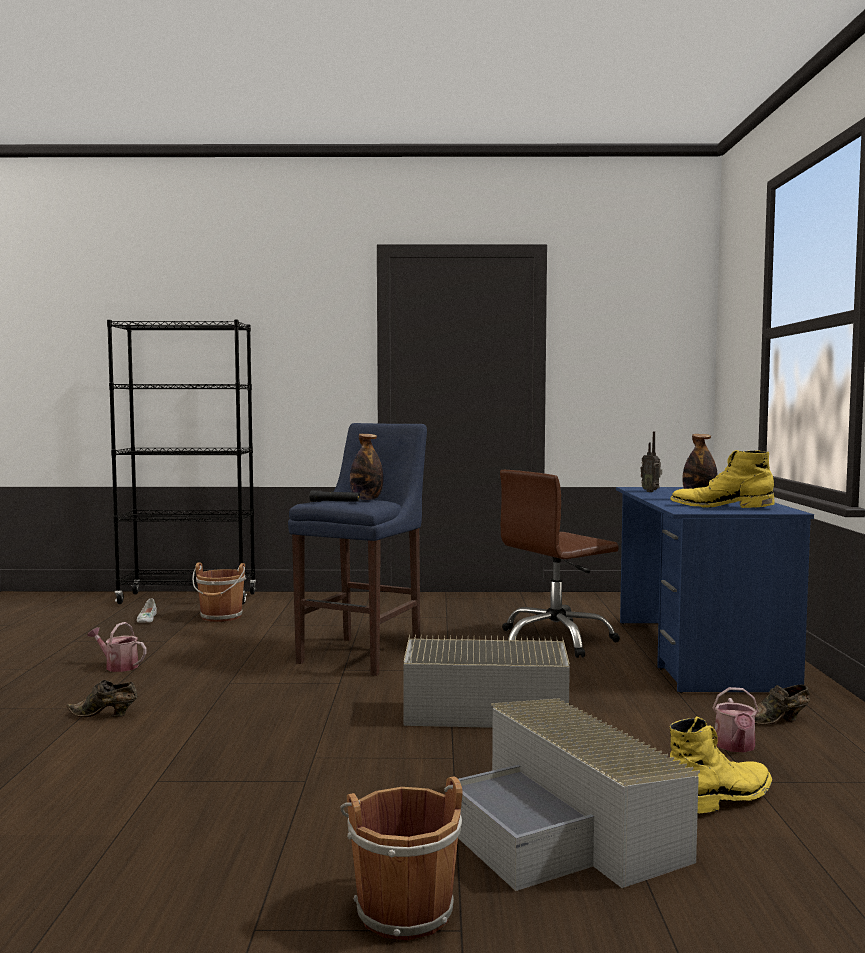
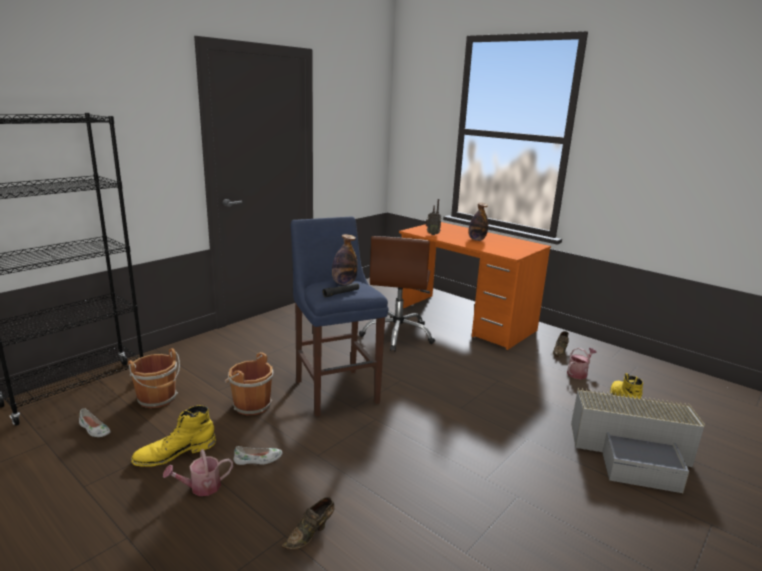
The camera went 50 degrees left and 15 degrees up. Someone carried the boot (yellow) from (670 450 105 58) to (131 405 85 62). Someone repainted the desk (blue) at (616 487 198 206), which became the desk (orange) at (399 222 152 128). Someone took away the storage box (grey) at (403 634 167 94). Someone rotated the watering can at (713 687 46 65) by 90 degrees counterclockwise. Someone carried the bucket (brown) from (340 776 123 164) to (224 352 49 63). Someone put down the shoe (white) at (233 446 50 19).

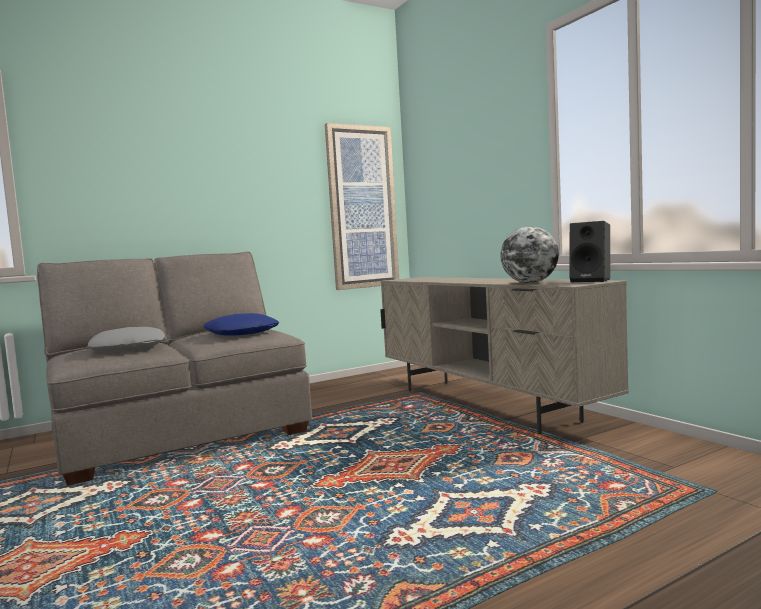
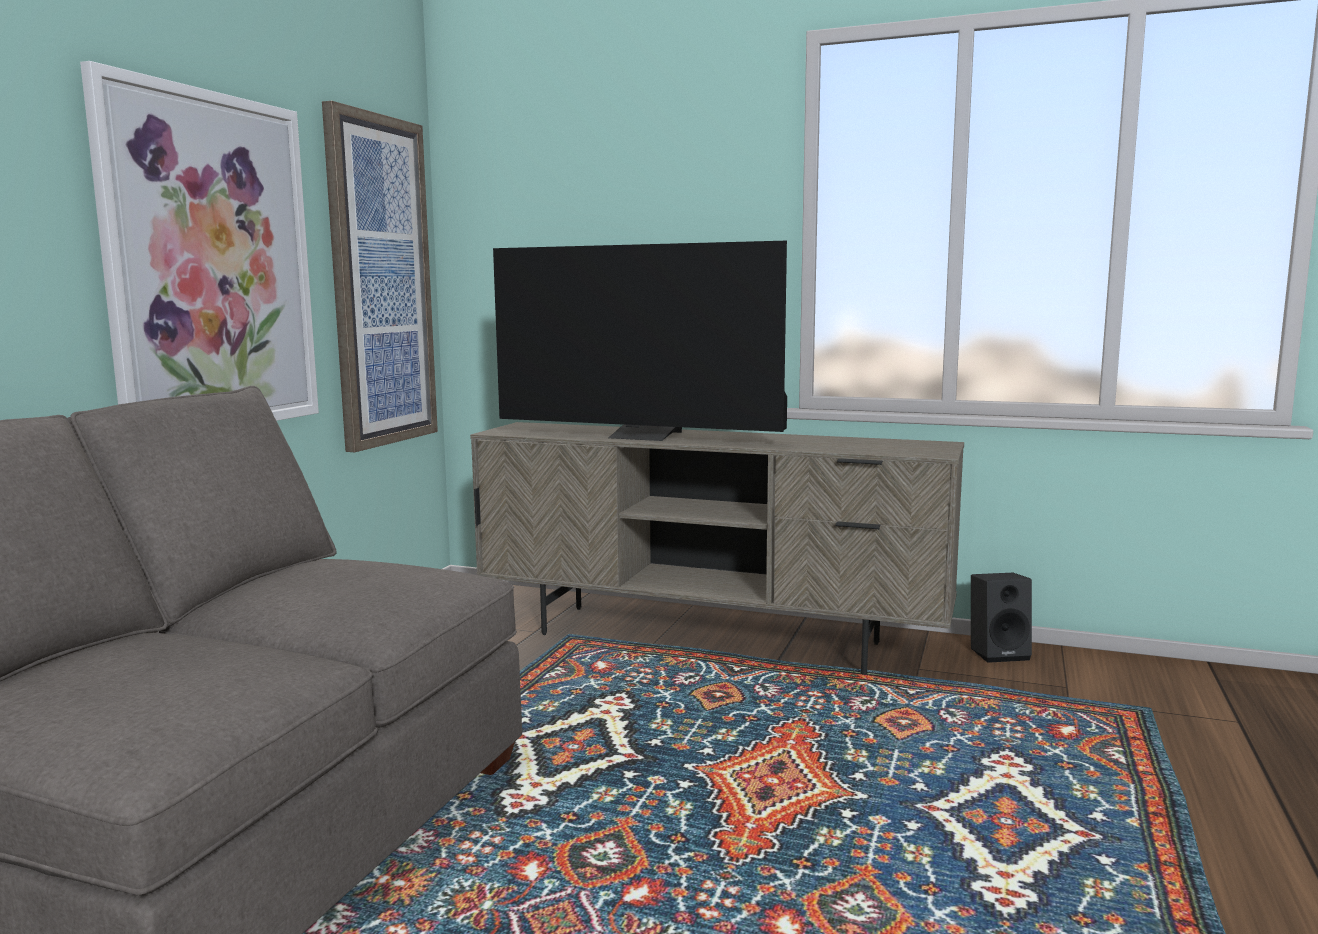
The camera went 40 degrees left and 5 degrees up. Someone carried the speaker (black) from (569 221 41 62) to (971 573 61 90). Someone took away the globe at (500 226 59 57). Someone took away the pillow (blue) at (203 313 76 23). Someone took away the pillow (grey) at (87 327 78 25). Someone put up the picture at (80 61 239 360). Someone put down the television at (493 241 294 200).

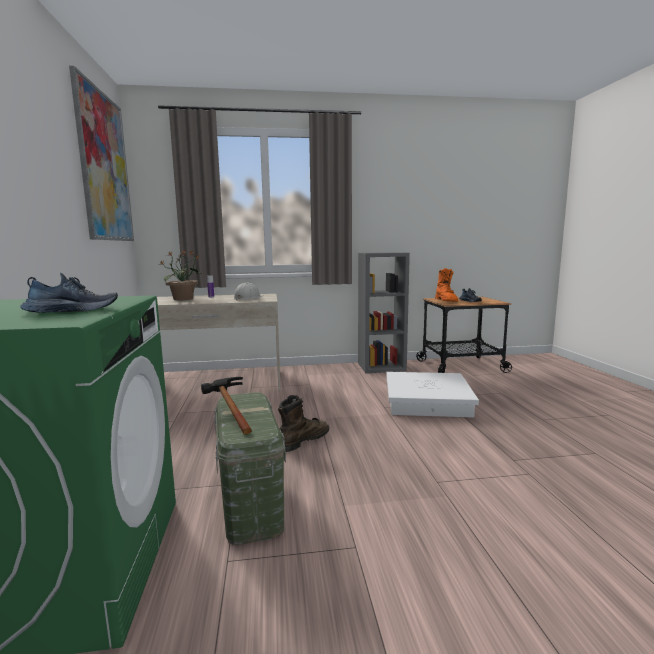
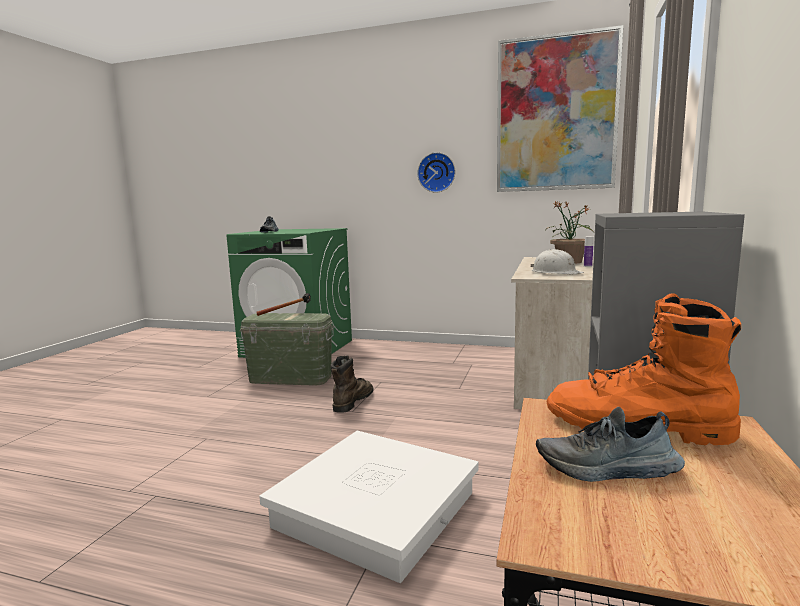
The camera went 115 degrees right and 0 degrees up. Someone rotated the boot (brown) at (278 395 51 57) by 135 degrees counterclockwise. Someone put up the wall clock at (417 152 38 41).

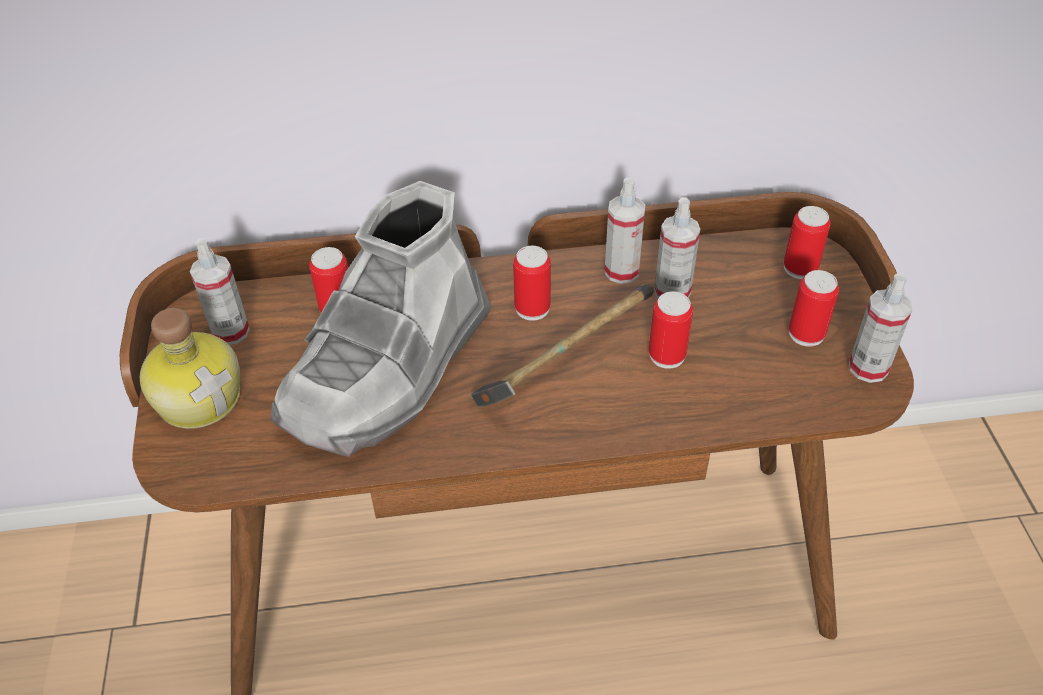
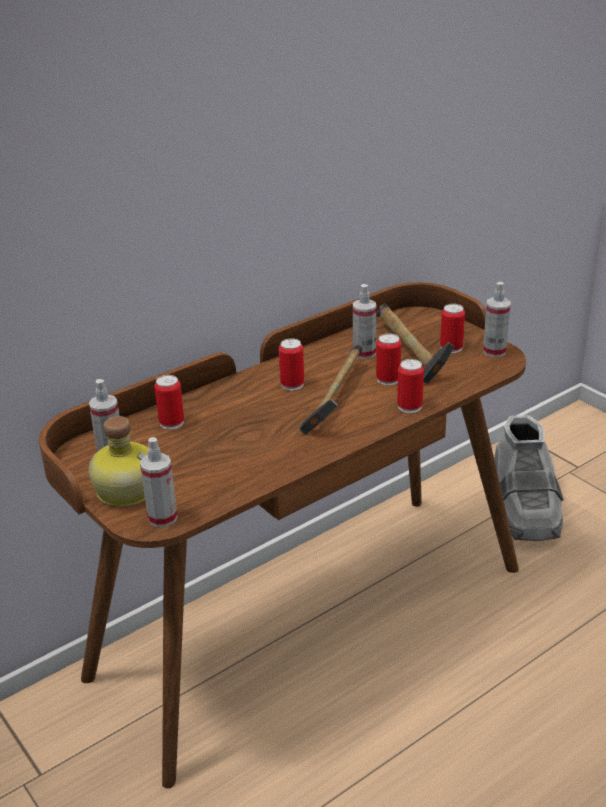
The camera went 30 degrees left and 15 degrees down. Someone carried the spray bottle from (604 177 41 107) to (140 437 38 90). Someone carried the boot (grey) from (271 181 220 276) to (494 415 70 126). Someone carried the can from (784 206 47 74) to (397 359 27 54). Someone put down the hammer at (377 304 78 80).

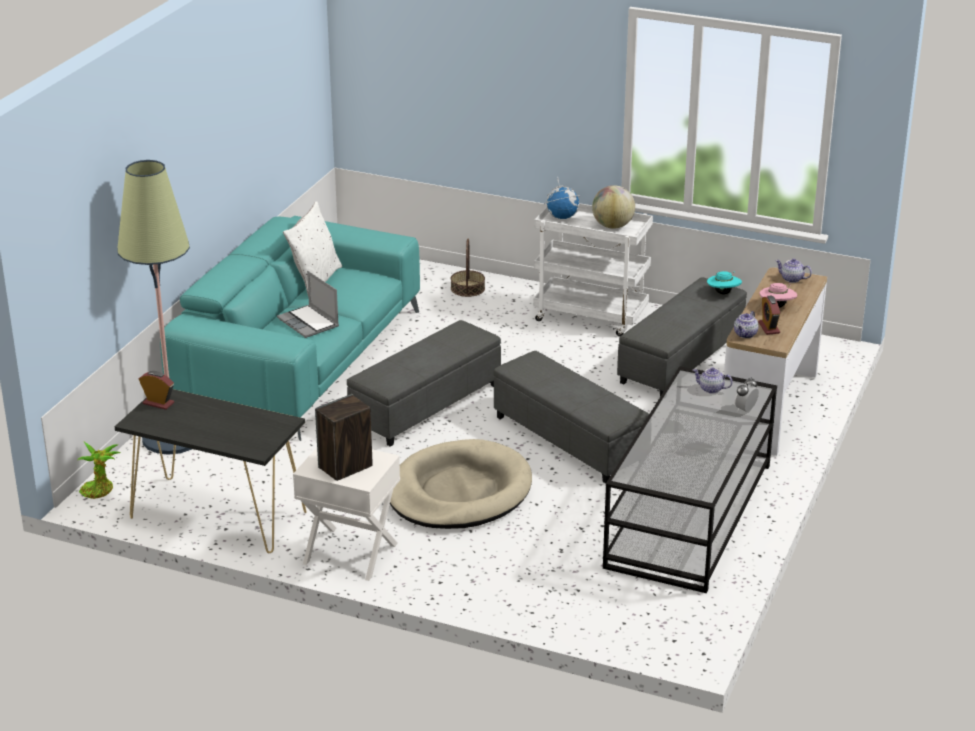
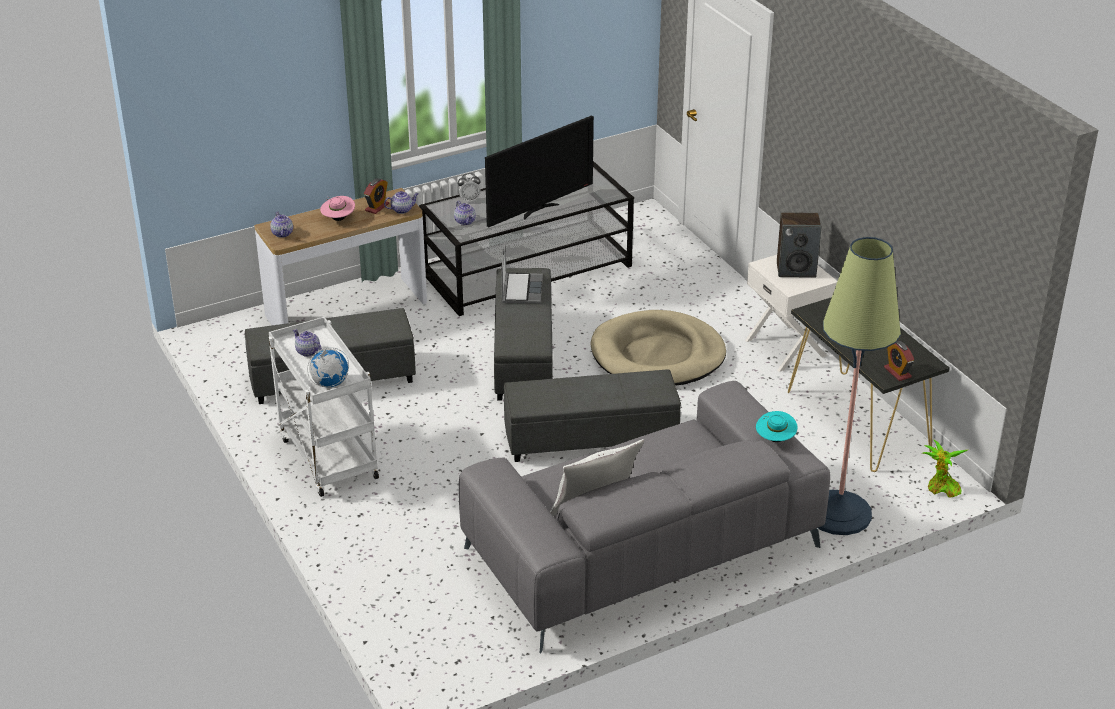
The camera went 140 degrees left and 5 degrees up. Someone swapped the globe at (592 185 43 44) for the teapot at (293 329 29 28). Someone repainted the sofa (turquoise) at (160 216 260 225), which became the sofa (grey) at (459 381 371 272). Someone took away the basket at (451 239 34 58). Someone carried the laptop from (277 271 62 67) to (501 241 42 63). Someone carried the hat (turquoise) from (707 271 35 24) to (756 411 41 31). Someone put down the television at (485 115 109 112).

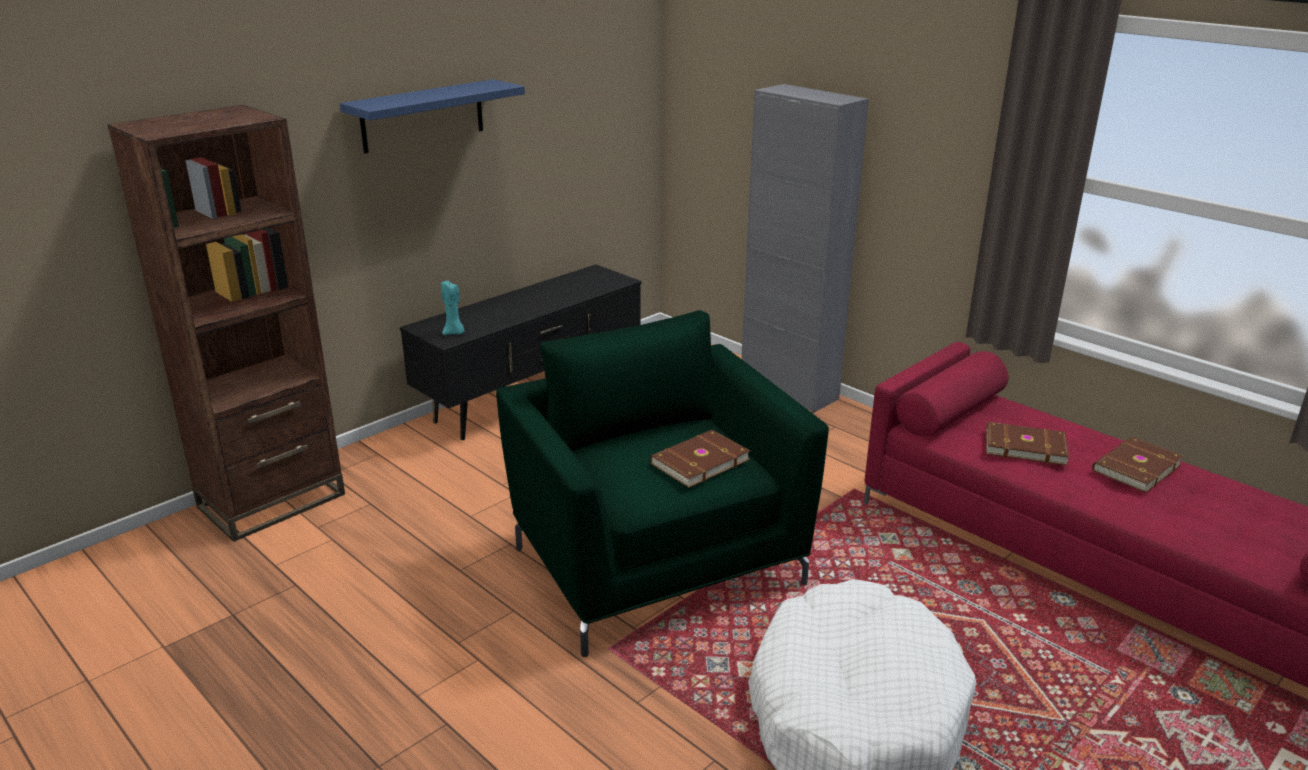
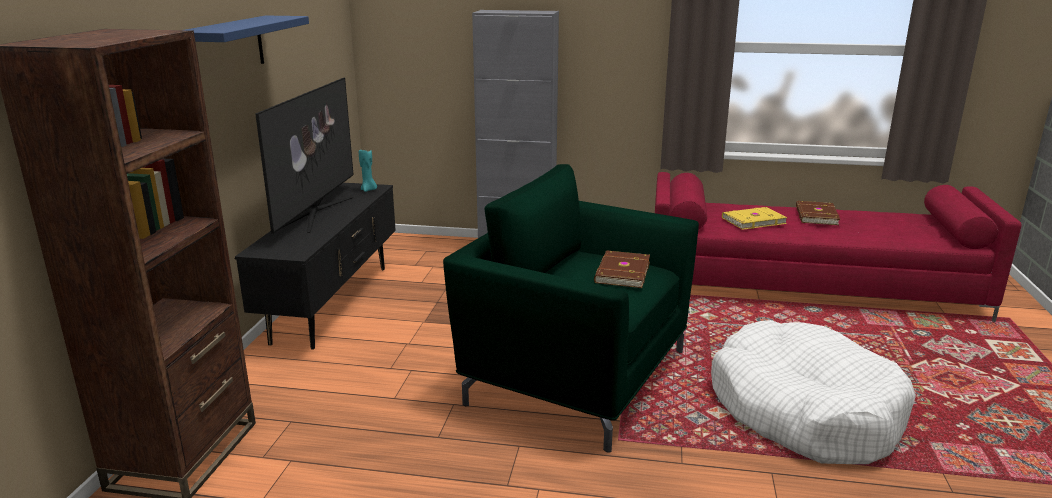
The camera went 35 degrees left and 5 degrees down. Someone carried the candle (turquoise) from (441 281 23 54) to (359 150 18 42). Someone repainted the book (brown) at (986 422 83 43), which became the book (yellow) at (722 207 66 23). Someone put down the television at (255 78 99 156).

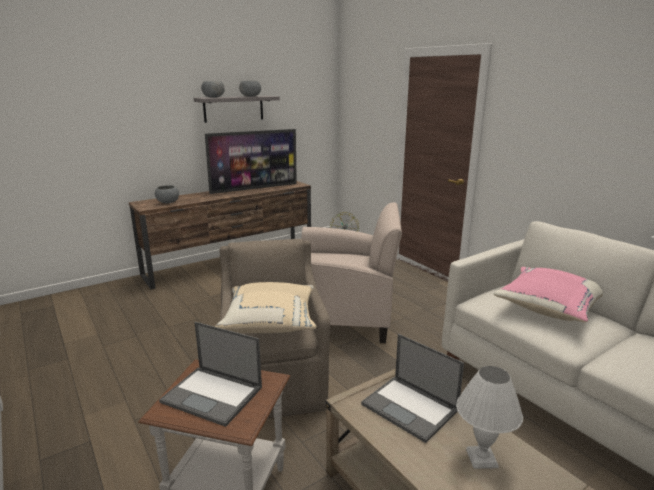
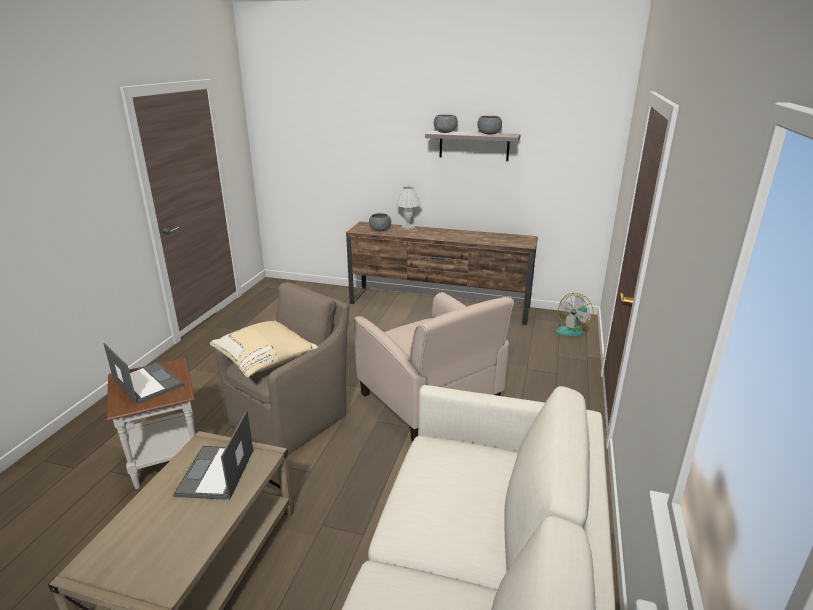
The camera went 50 degrees right and 5 degrees up. Someone took away the television at (205 129 92 65). Someone took away the pillow (pink) at (493 267 110 56). Someone rotated the laptop at (159 322 103 105) by 150 degrees clockwise. Someone carried the table lamp (white) from (456 366 67 103) to (396 186 25 44).

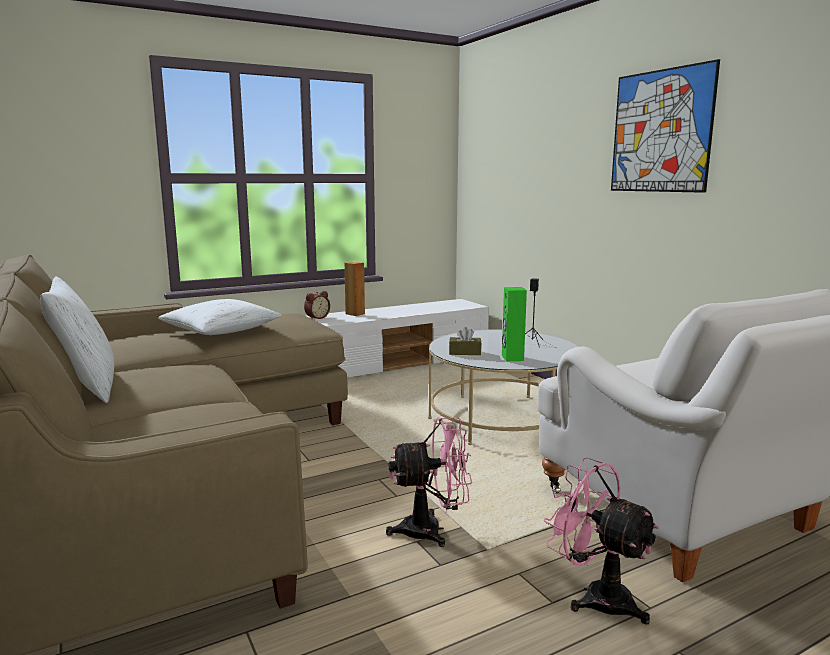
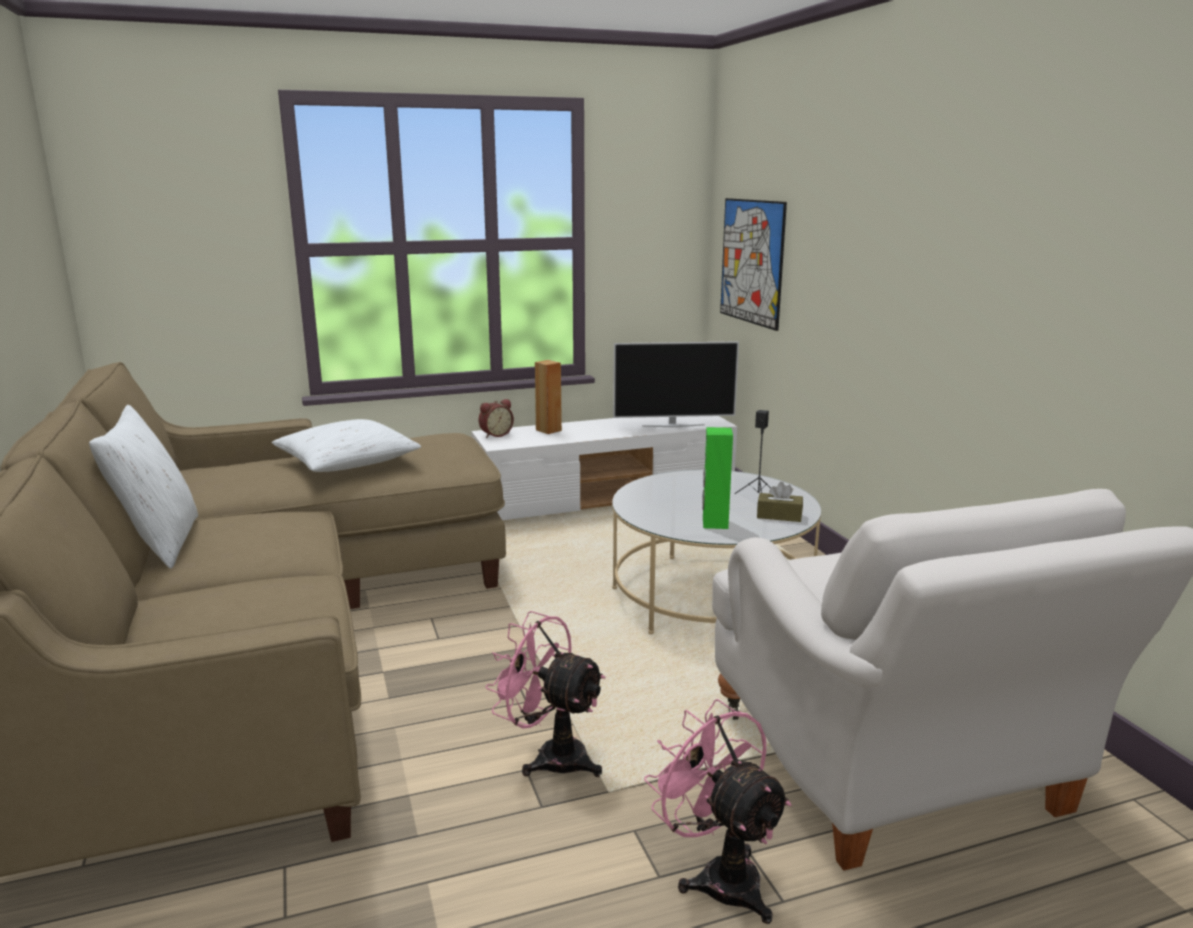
The camera went 10 degrees right and 5 degrees up. Someone carried the picture from (611 59 109 134) to (720 198 67 133). Someone carried the tissue box (brown) from (449 327 33 28) to (757 482 46 40). Someone rotated the fan (pink) at (386 417 86 130) by 150 degrees counterclockwise. Someone put down the television at (613 341 126 86).

